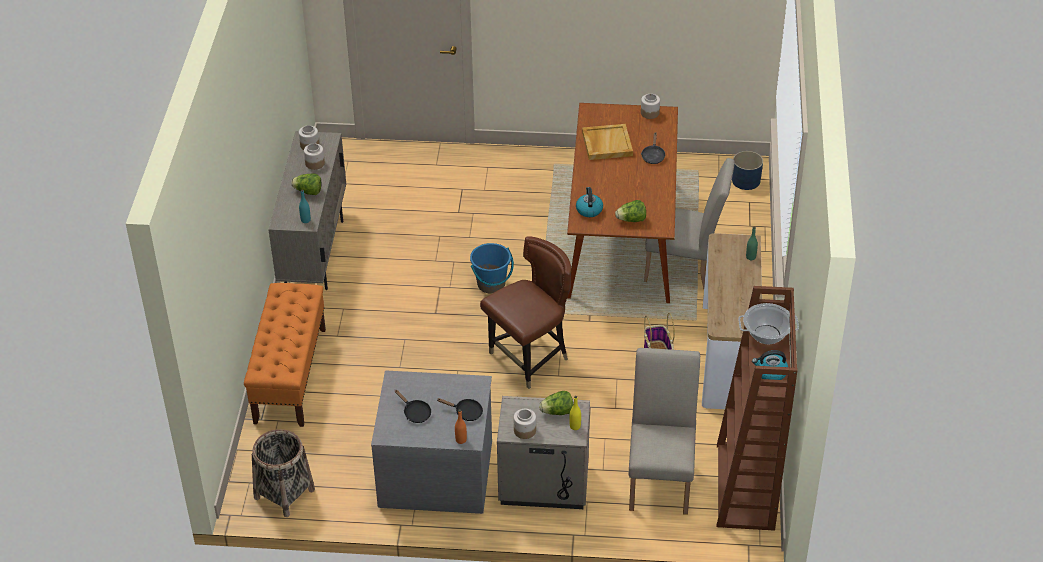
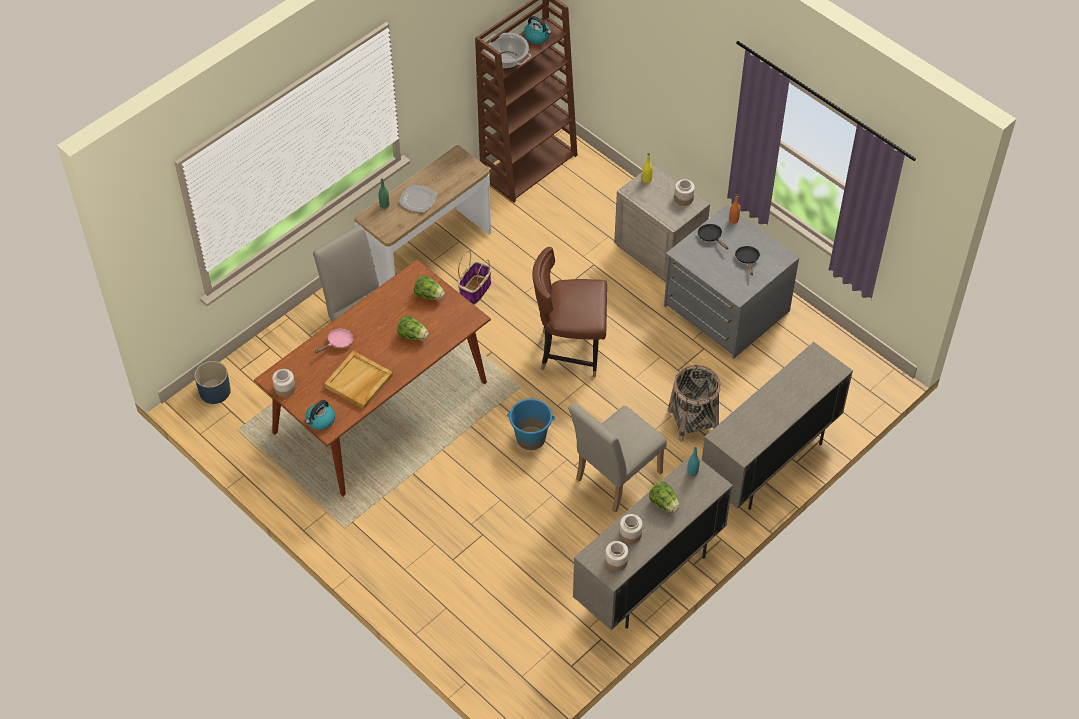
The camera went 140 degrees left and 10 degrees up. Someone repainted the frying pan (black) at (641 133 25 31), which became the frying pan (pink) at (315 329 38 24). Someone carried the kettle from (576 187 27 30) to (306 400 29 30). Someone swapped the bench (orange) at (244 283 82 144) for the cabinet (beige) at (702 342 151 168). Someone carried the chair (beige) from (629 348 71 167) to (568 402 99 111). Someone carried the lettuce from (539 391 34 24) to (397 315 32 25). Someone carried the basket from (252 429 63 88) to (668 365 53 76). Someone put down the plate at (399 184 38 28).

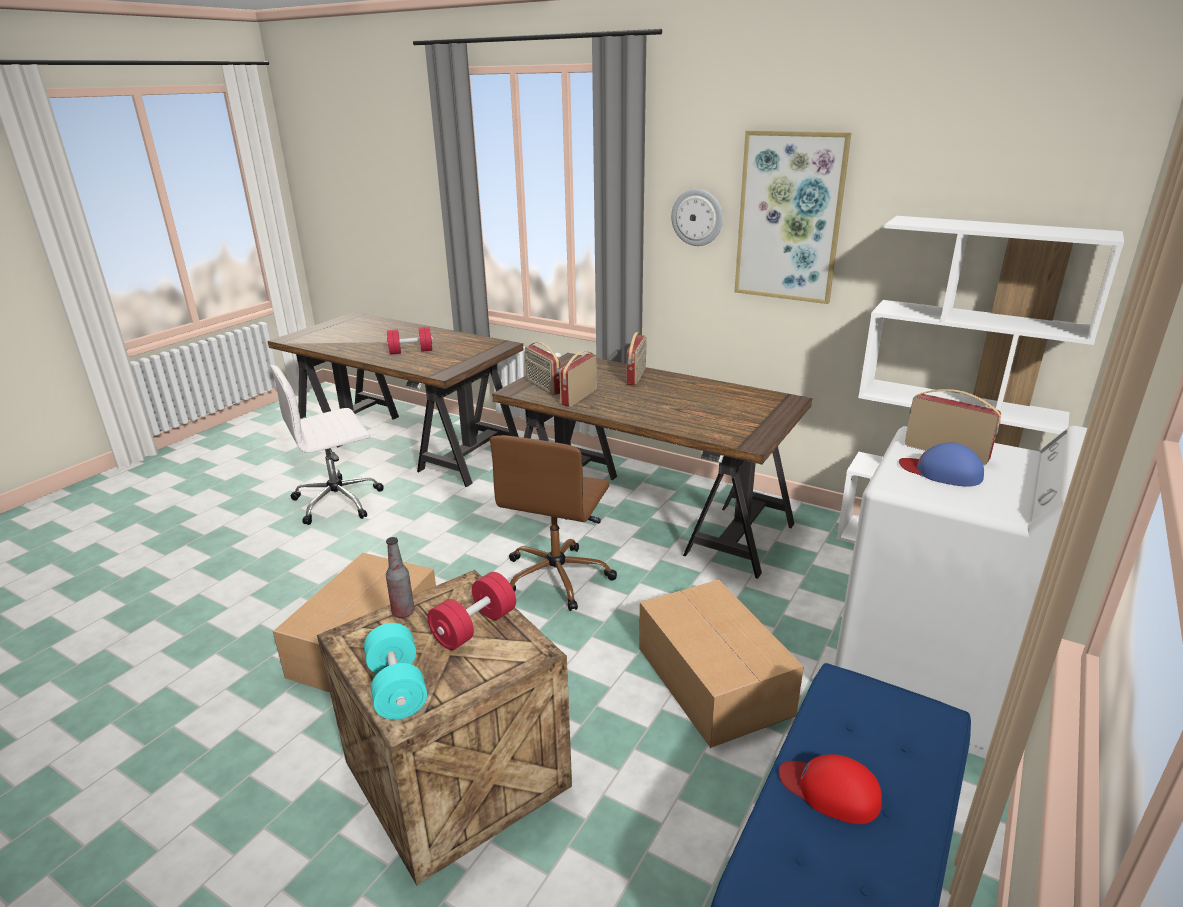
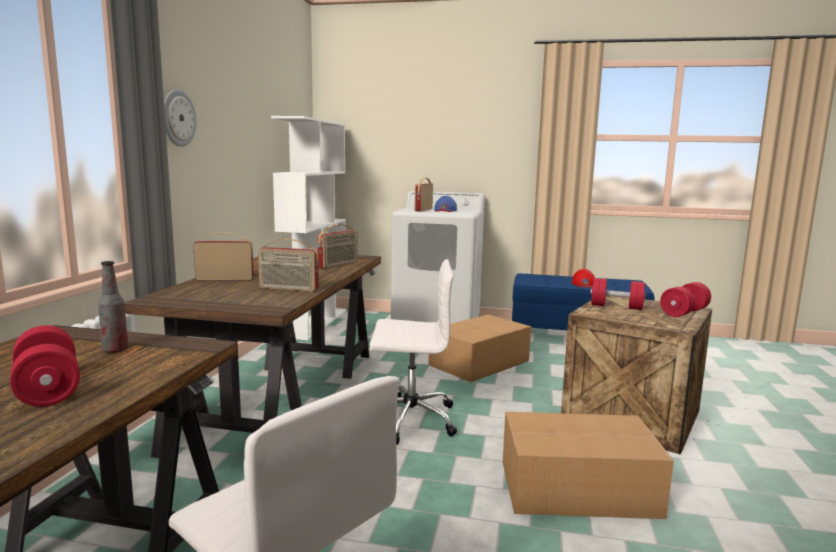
The camera went 110 degrees left and 15 degrees down. Someone took away the picture at (734 130 118 174). Someone carried the radio from (525 342 36 53) to (317 224 41 45). Someone repainted the office chair (brown) at (490 435 127 176), which became the office chair (white) at (370 259 87 186). Someone carried the bottle from (386 537 29 81) to (98 261 30 92). Someone repainted the dumbbell (turquoise) at (364 623 63 97), which became the dumbbell (red) at (660 282 51 35).

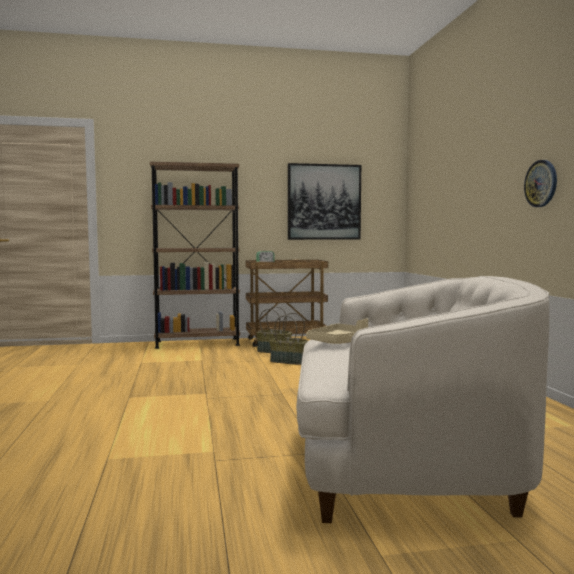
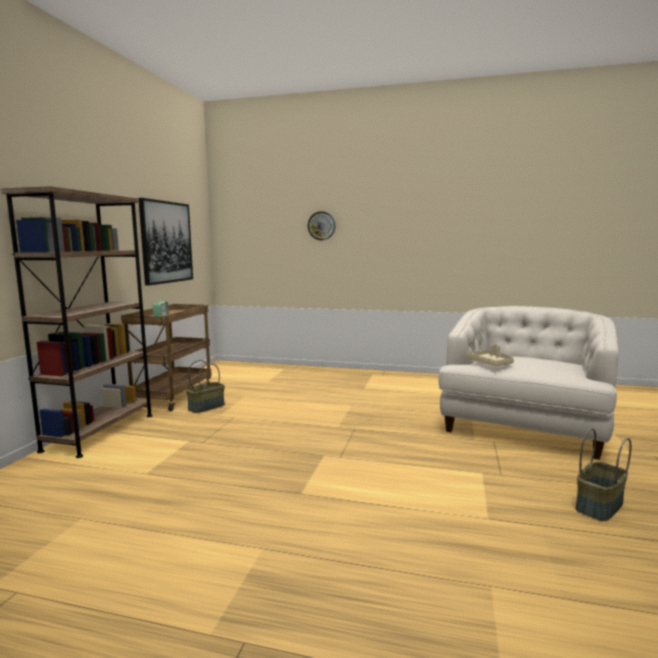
The camera went 65 degrees left and 5 degrees up. Someone carried the wall clock from (524 160 33 47) to (308 211 27 29). Someone carried the basket from (270 313 38 52) to (575 428 57 93).

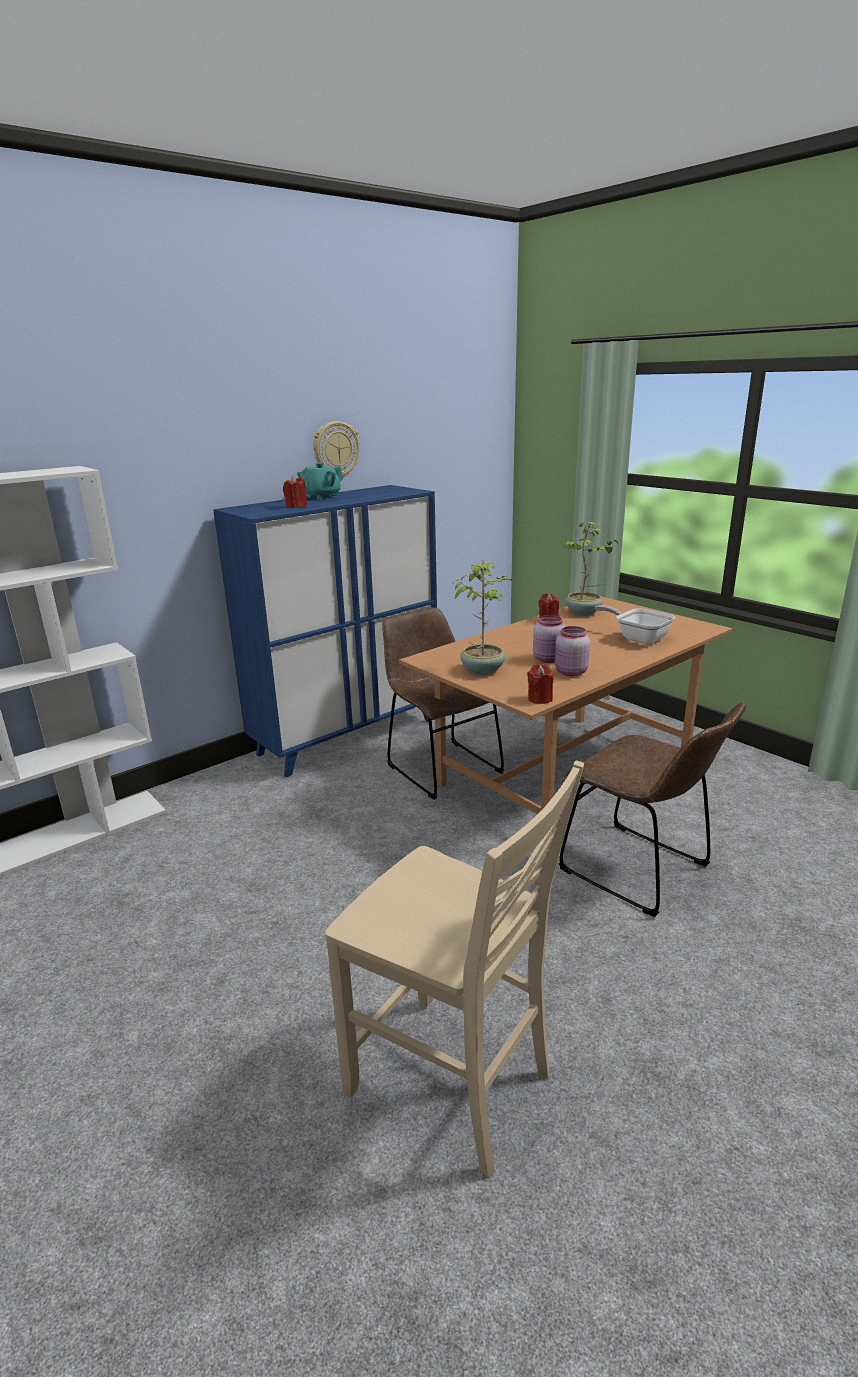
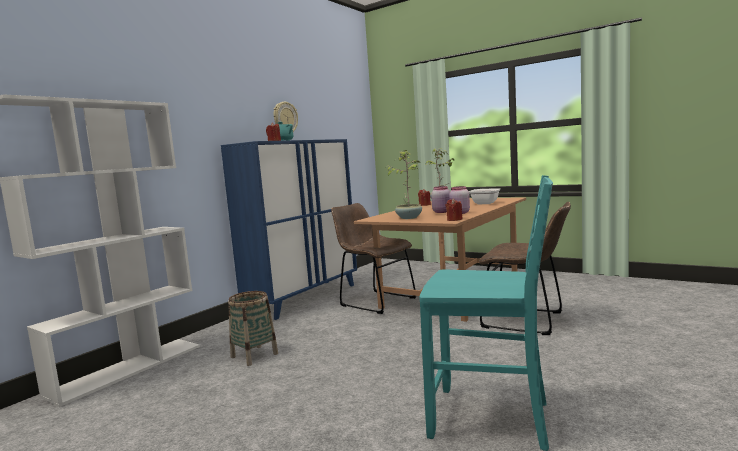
The camera went 15 degrees left and 15 degrees down. Someone repainted the chair (beige) at (325 760 259 418), which became the chair (turquoise) at (419 175 134 276). Someone put down the basket at (228 291 50 75).

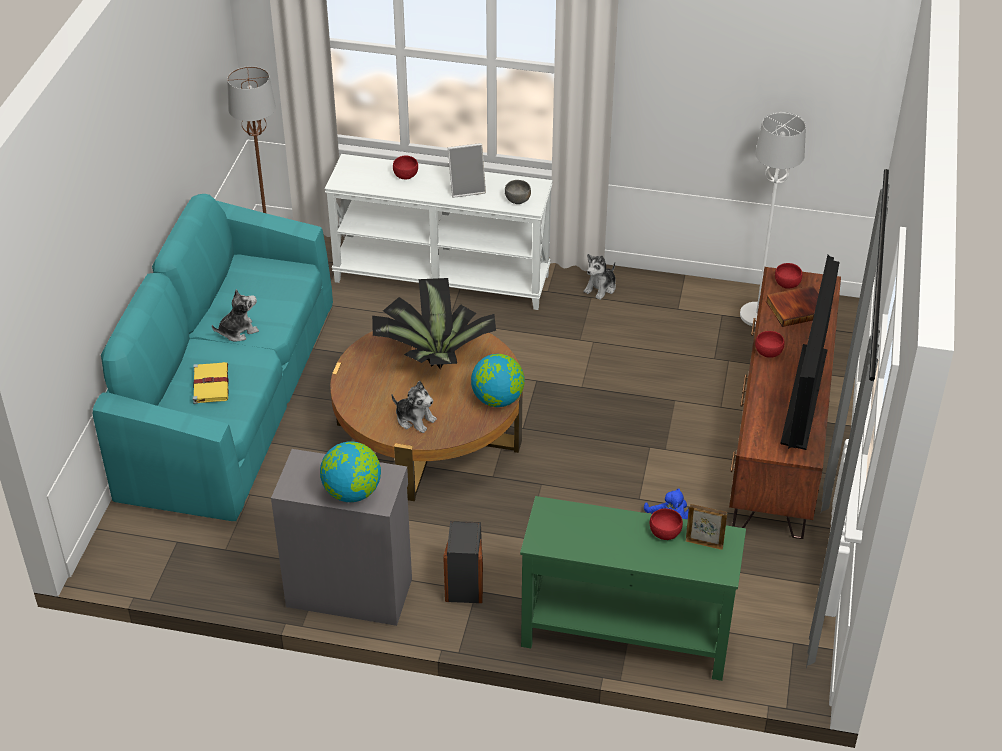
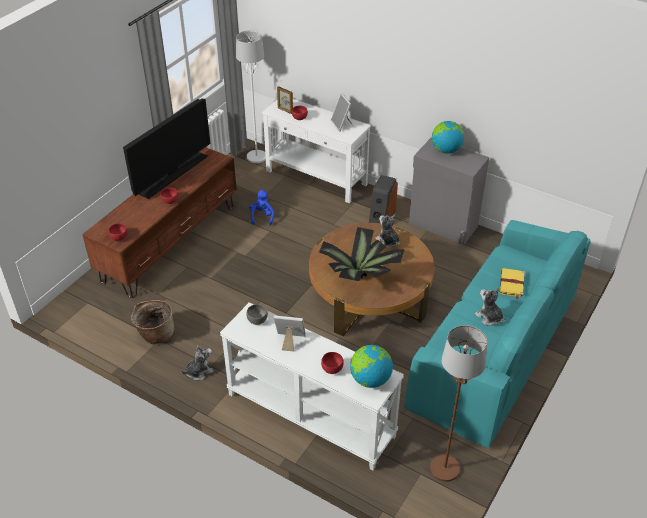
The camera went 160 degrees left and 0 degrees up. Someone carried the floor lamp (white) from (740 112 66 215) to (236 31 30 132). Someone took away the book at (766 286 53 41). Someone rotated the plush toy at (212 289 47 53) by 60 degrees clockwise. Someone carried the globe from (471 354 54 53) to (350 345 43 43). Someone repainted the console table (green) at (520 496 226 185), which became the console table (white) at (262 99 109 105). Someone put down the picture frame at (330 93 22 39). Someone put down the basket at (131 300 43 45).

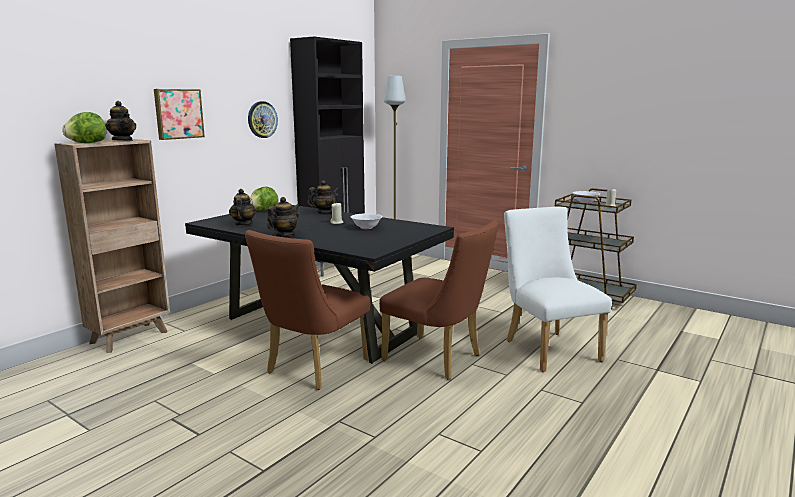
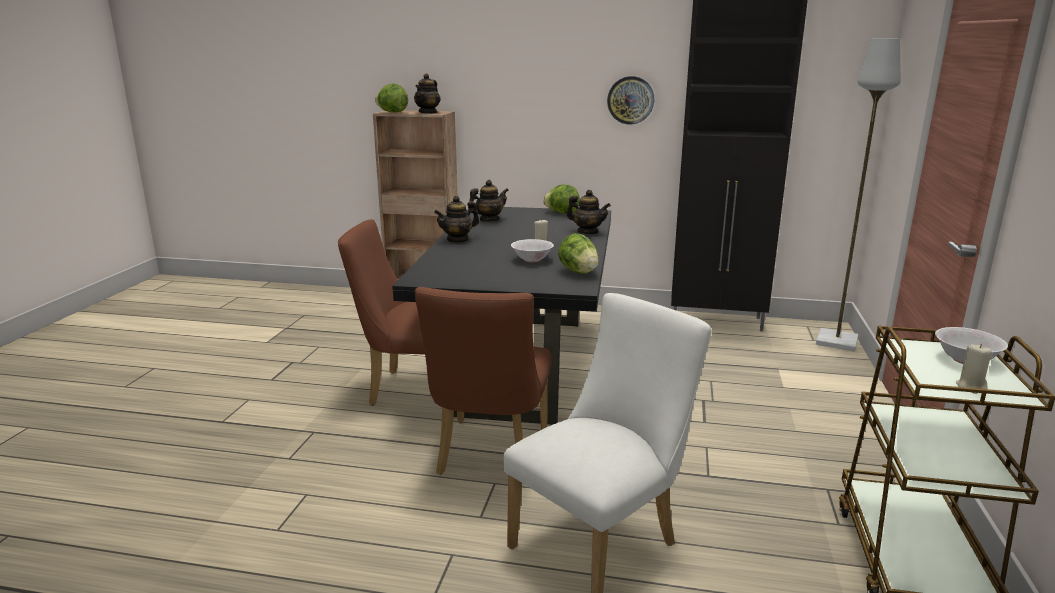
The camera went 65 degrees right and 5 degrees up. Someone took away the picture at (154 89 51 51). Someone rotated the teapot at (267 197 32 40) by 135 degrees clockwise. Someone put down the lettuce at (558 233 41 41).

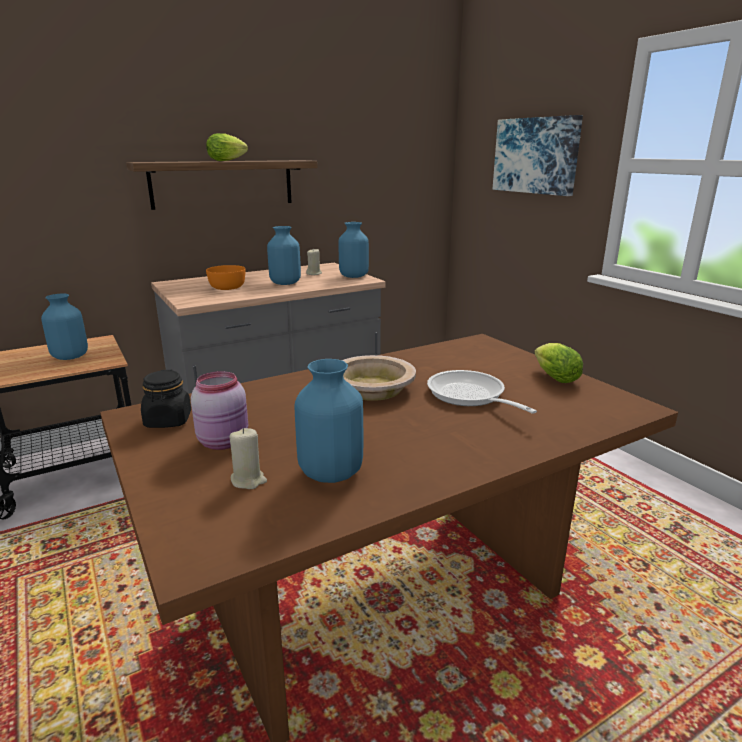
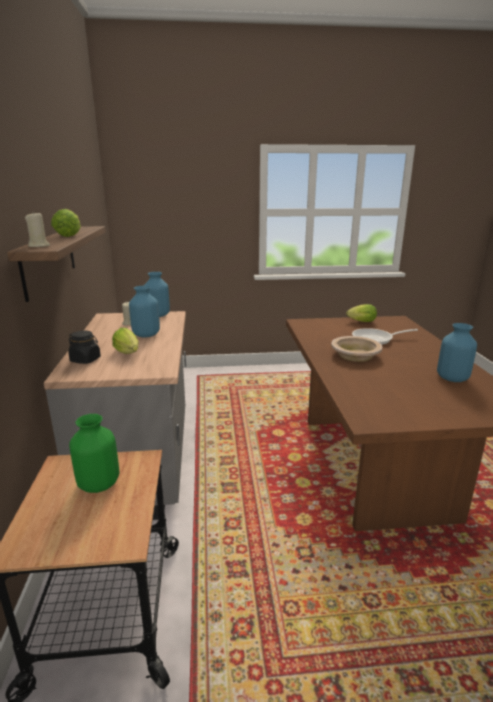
The camera went 65 degrees left and 0 degrees up. Someone took away the picture at (493 115 90 81). Someone swapped the bowl (orange) at (206 265 40 25) for the lettuce at (112 328 27 26). Someone repainted the vase (blue) at (41 294 47 66), which became the vase (green) at (69 414 50 79). Someone carried the jar (black) from (141 370 50 58) to (68 331 33 33). Someone took away the jar (pink) at (191 371 57 79). Someone carried the candle (beige) from (230 428 37 61) to (25 213 25 34).

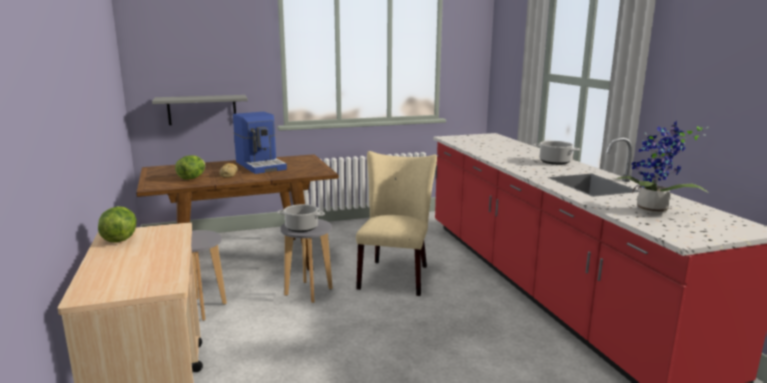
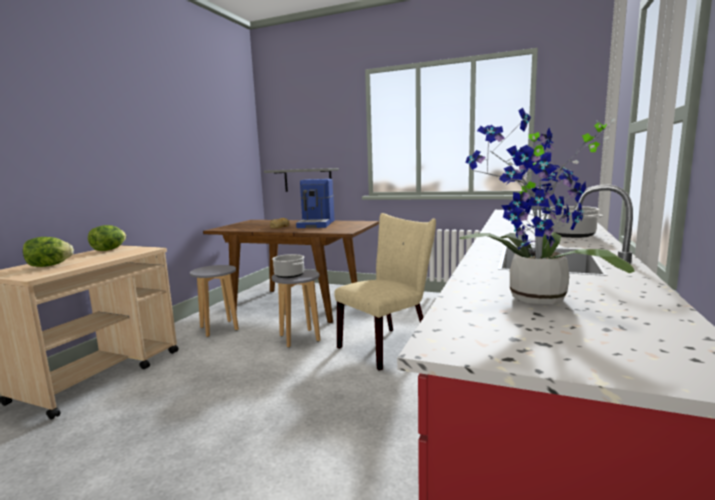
The camera went 40 degrees right and 5 degrees down. Someone carried the lettuce from (175 155 30 25) to (23 237 51 30).

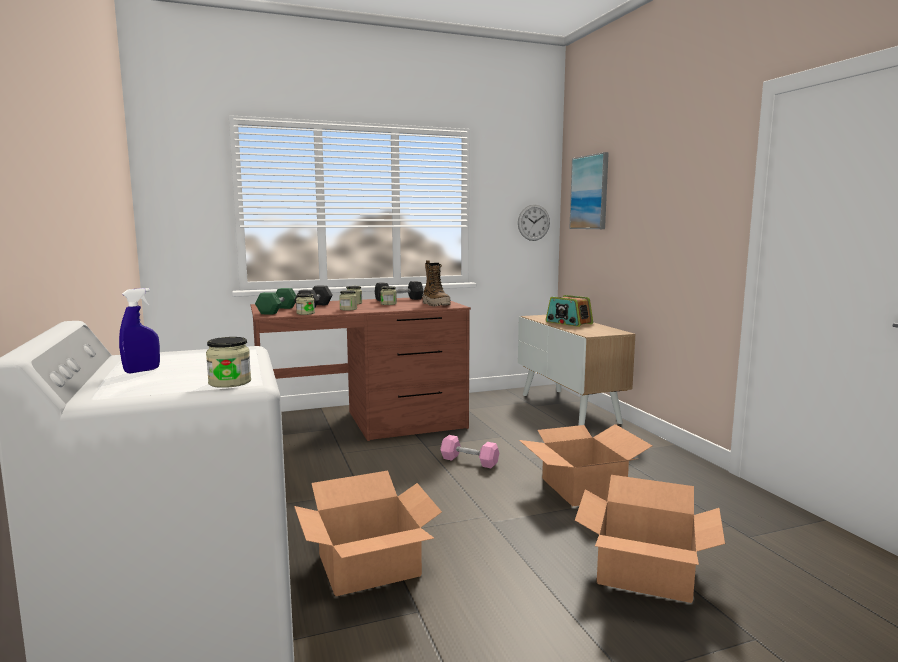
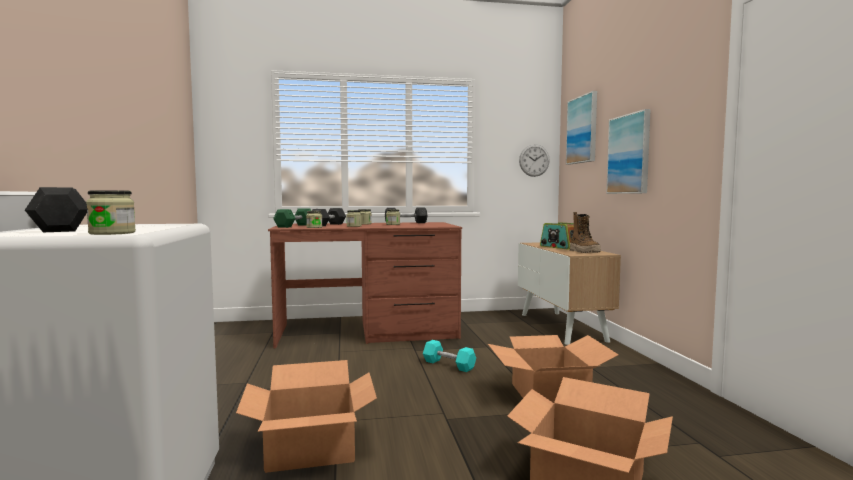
The camera went 10 degrees right and 5 degrees down. Someone carried the boot from (423 260 27 46) to (570 212 31 41). Someone swapped the spray bottle (blue) at (119 288 41 85) for the dumbbell (grey) at (25 187 62 45). Someone repainted the dumbbell (pink) at (440 435 59 33), which became the dumbbell (turquoise) at (423 340 53 32). Someone put up the picture at (606 109 45 85).

